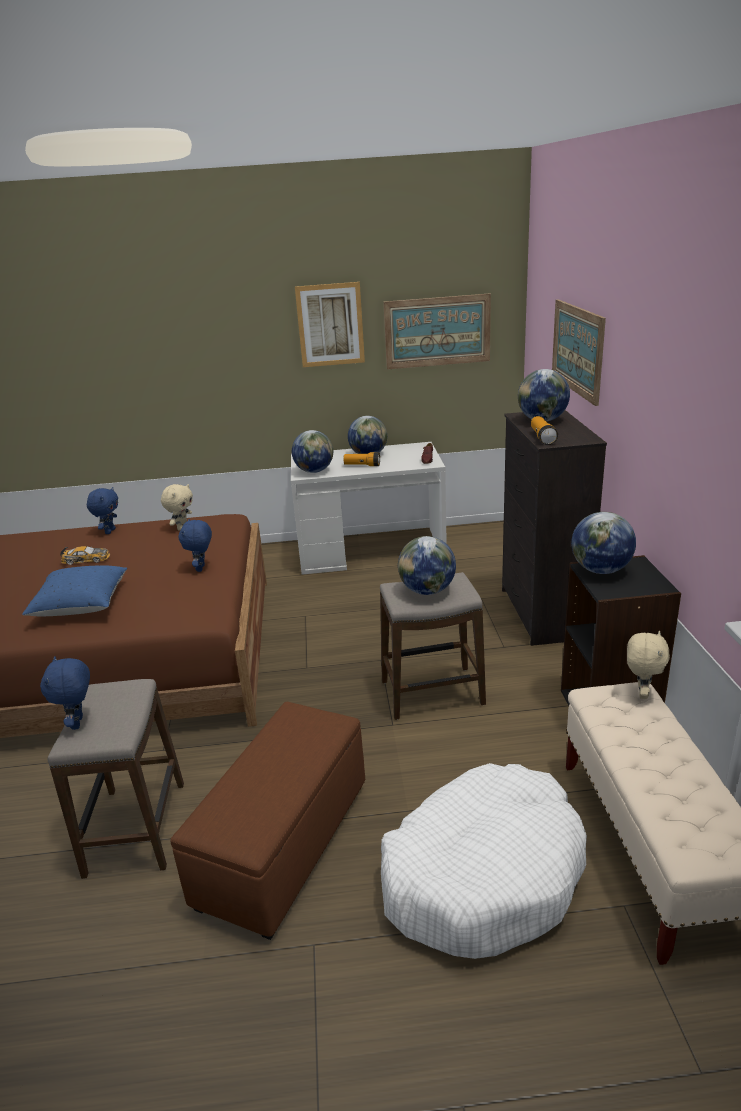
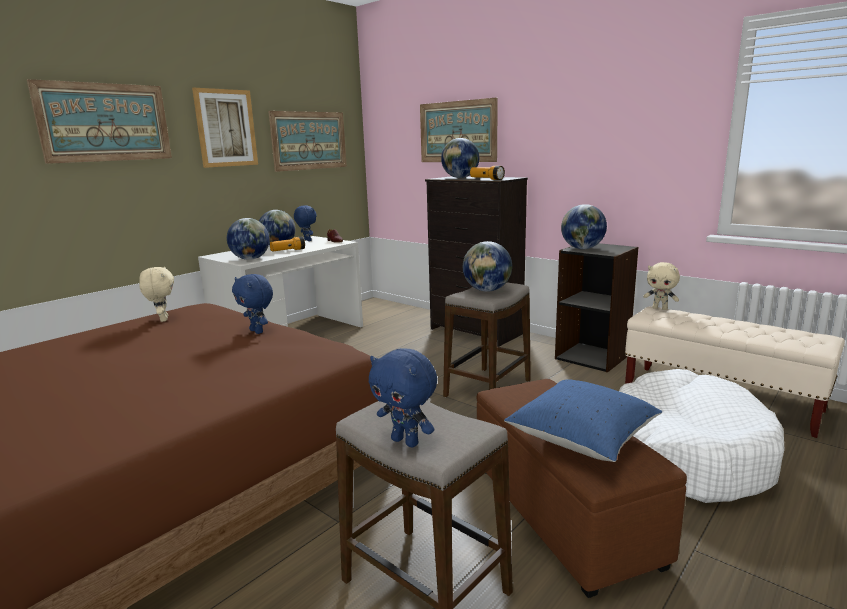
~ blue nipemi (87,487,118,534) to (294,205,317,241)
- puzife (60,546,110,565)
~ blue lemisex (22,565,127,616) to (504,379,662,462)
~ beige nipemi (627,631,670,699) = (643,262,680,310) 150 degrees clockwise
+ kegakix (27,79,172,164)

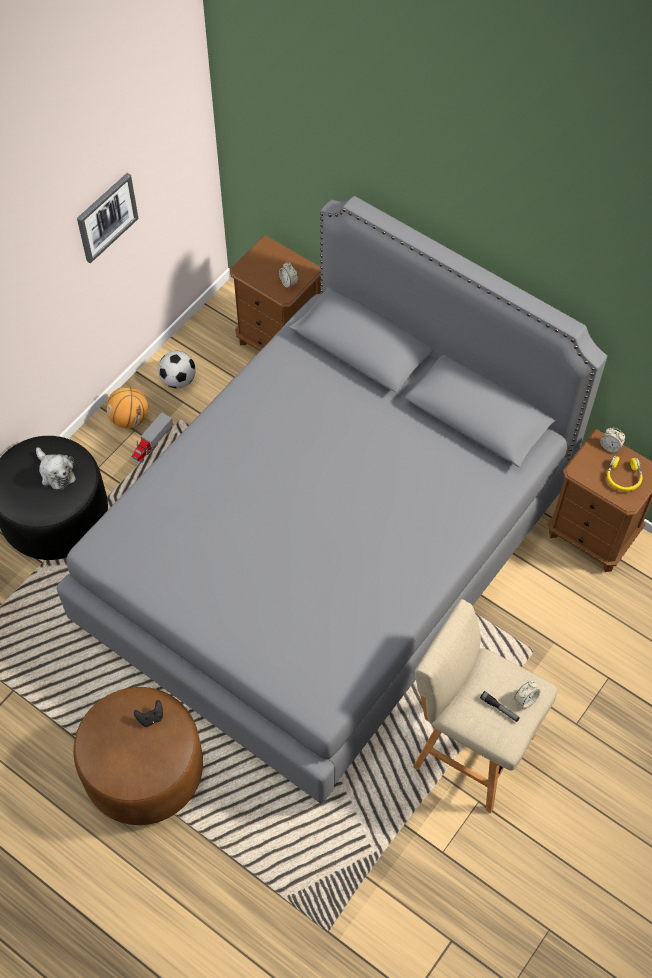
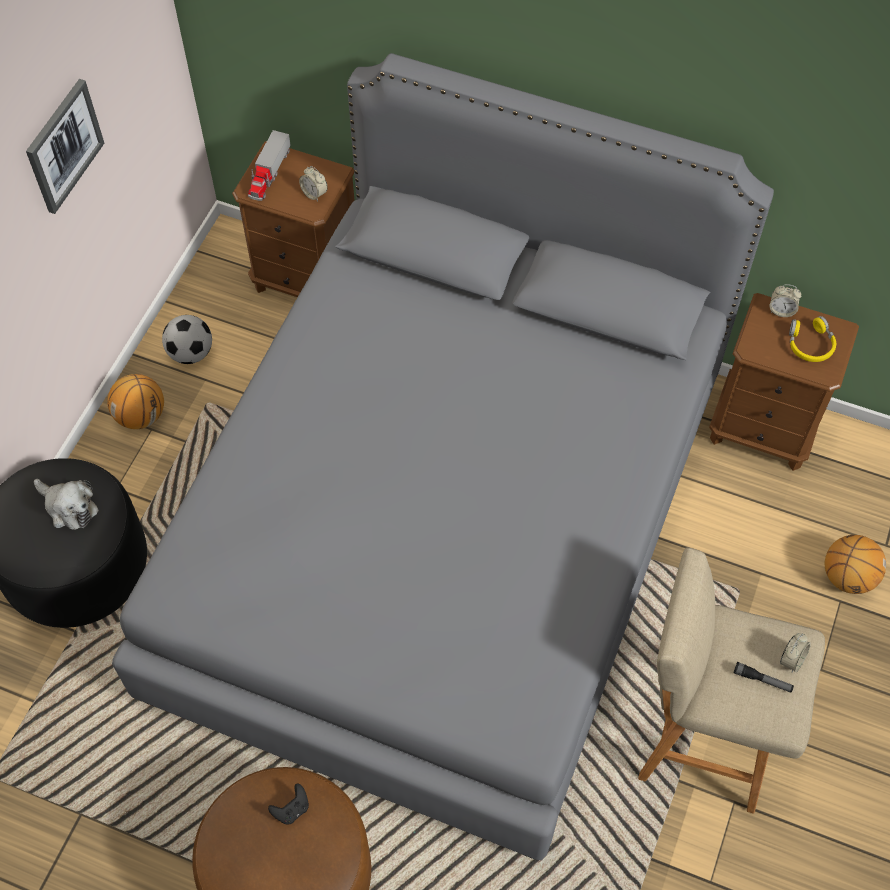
~ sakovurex (131,413,173,464) to (248,130,291,201)
+ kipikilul (825,535,886,594)

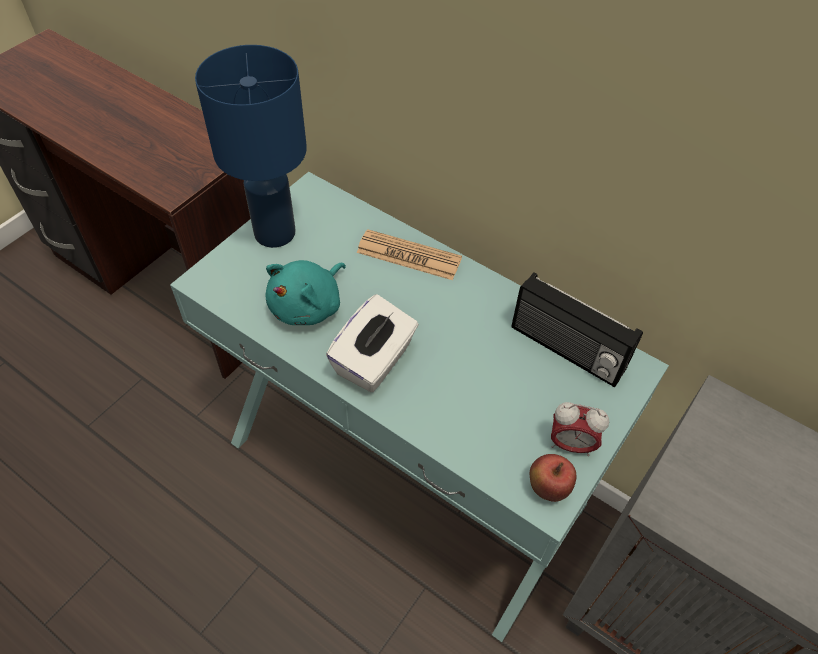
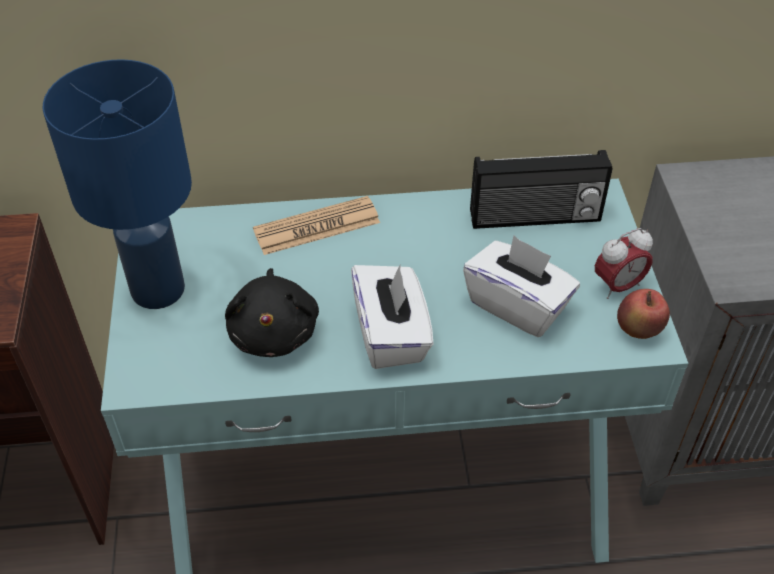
~ turquoise nipemi (266,260,346,325) to black nipemi (225,268,319,357)
+ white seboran (463,236,580,337)

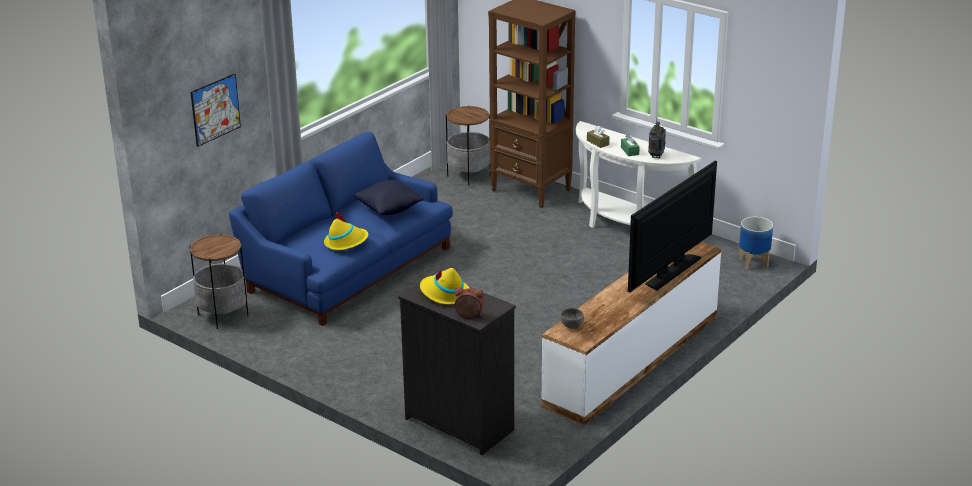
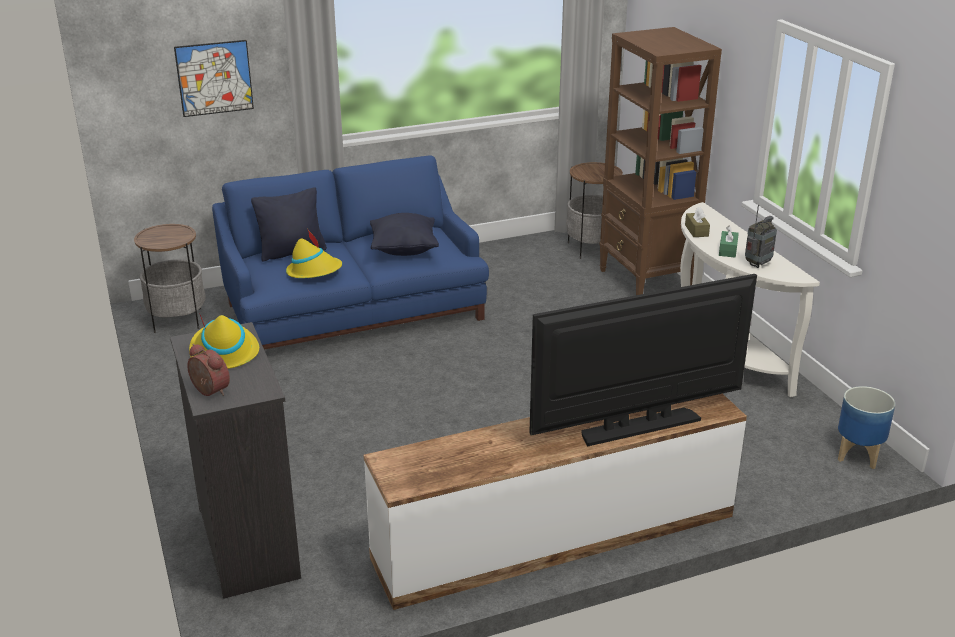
- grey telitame (561,308,584,329)
+ black lemisex (251,187,327,262)

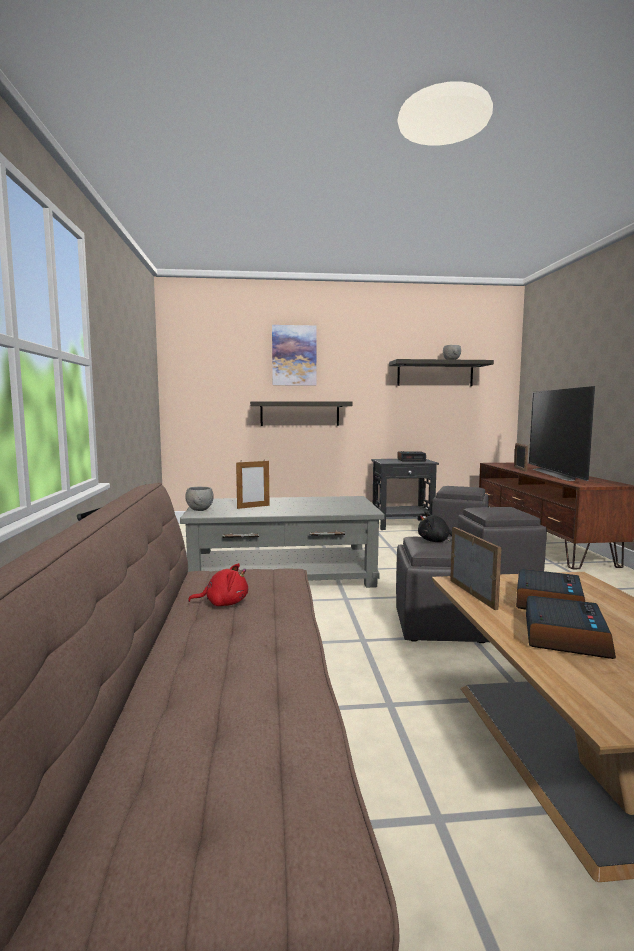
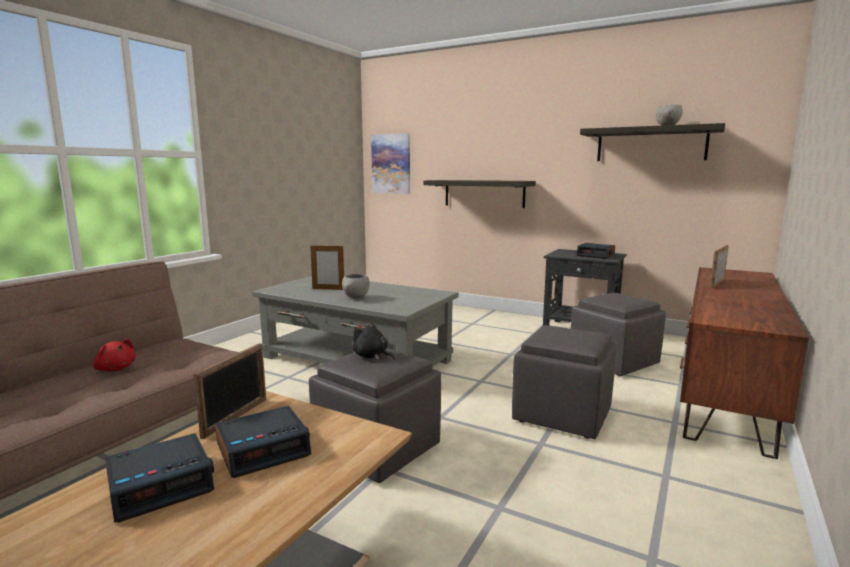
~ kegakix (272,325,317,386) to (371,133,410,194)
- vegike (529,386,595,481)
~ grey telitame (185,487,213,511) to (342,274,370,299)

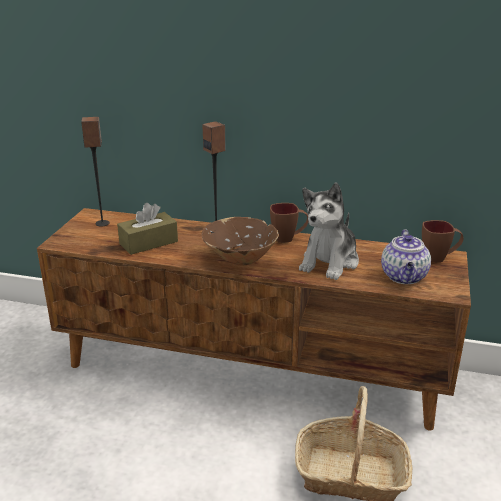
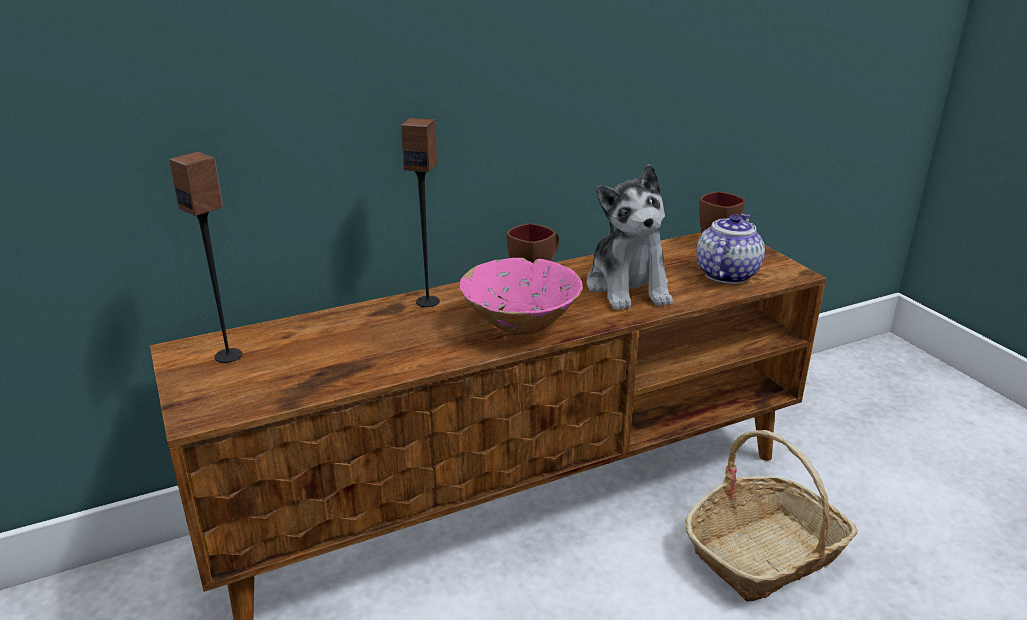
- brown seboran (117,203,178,255)
~ brown telitame (202,217,279,266) to pink telitame (460,258,583,335)
~ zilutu (381,229,431,284) = (696,213,765,284) 120 degrees counterclockwise

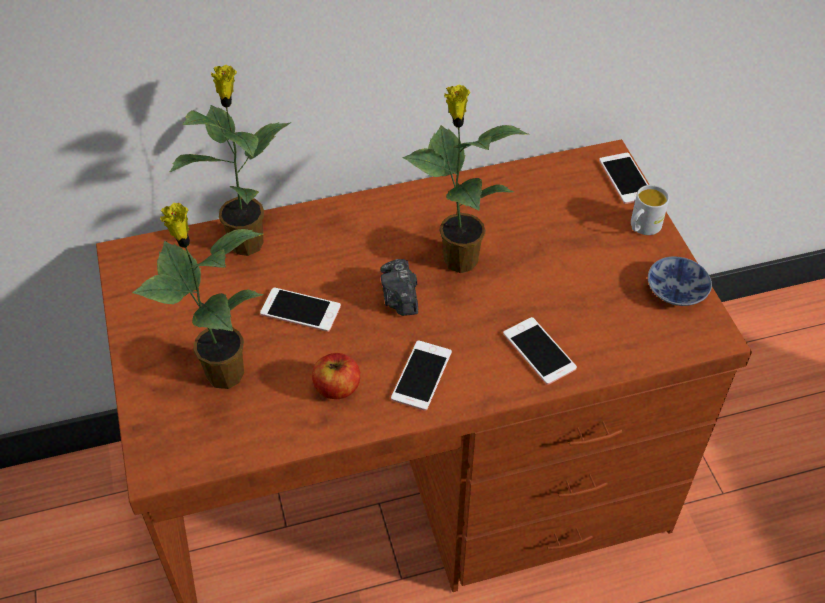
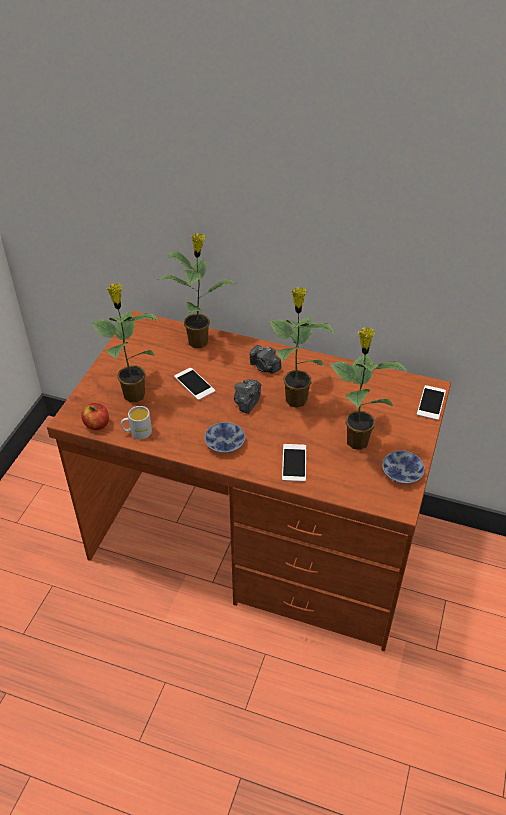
~ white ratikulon (631,185,669,235) to (121,406,152,439)
~ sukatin (391,341,452,411) to telitame (205,422,245,453)
~ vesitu (312,353,360,399) to (81,403,109,430)
+ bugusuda (329,328,409,450)
+ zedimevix (249,345,281,373)

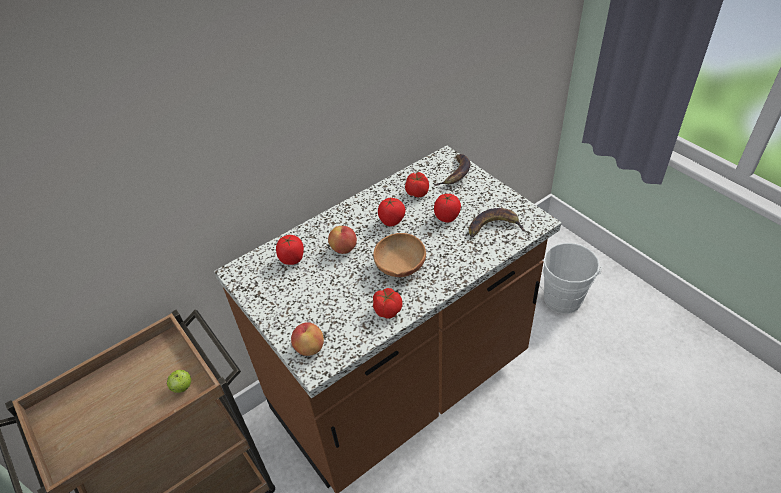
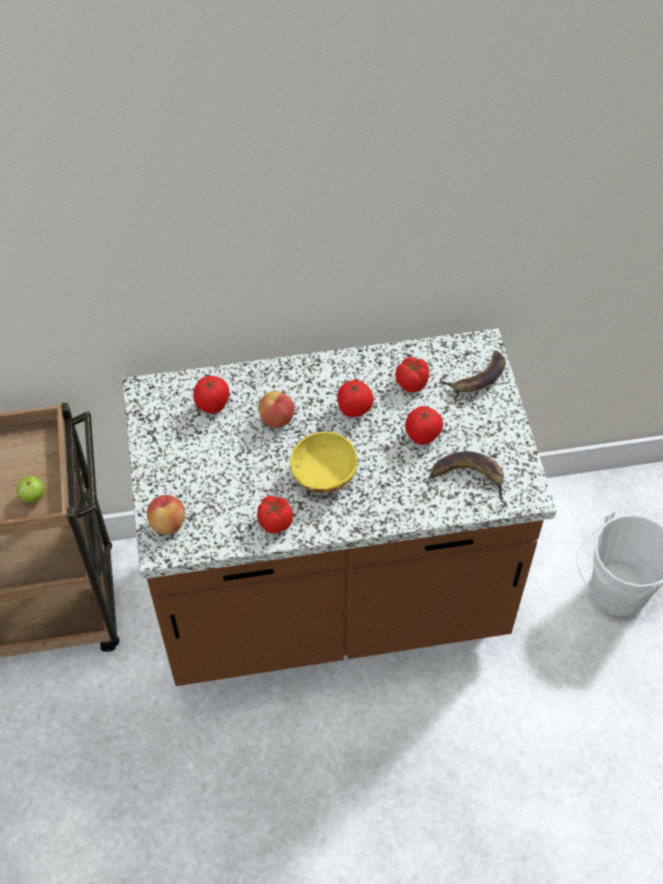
~ brown telitame (373,233,426,277) to yellow telitame (290,432,358,493)

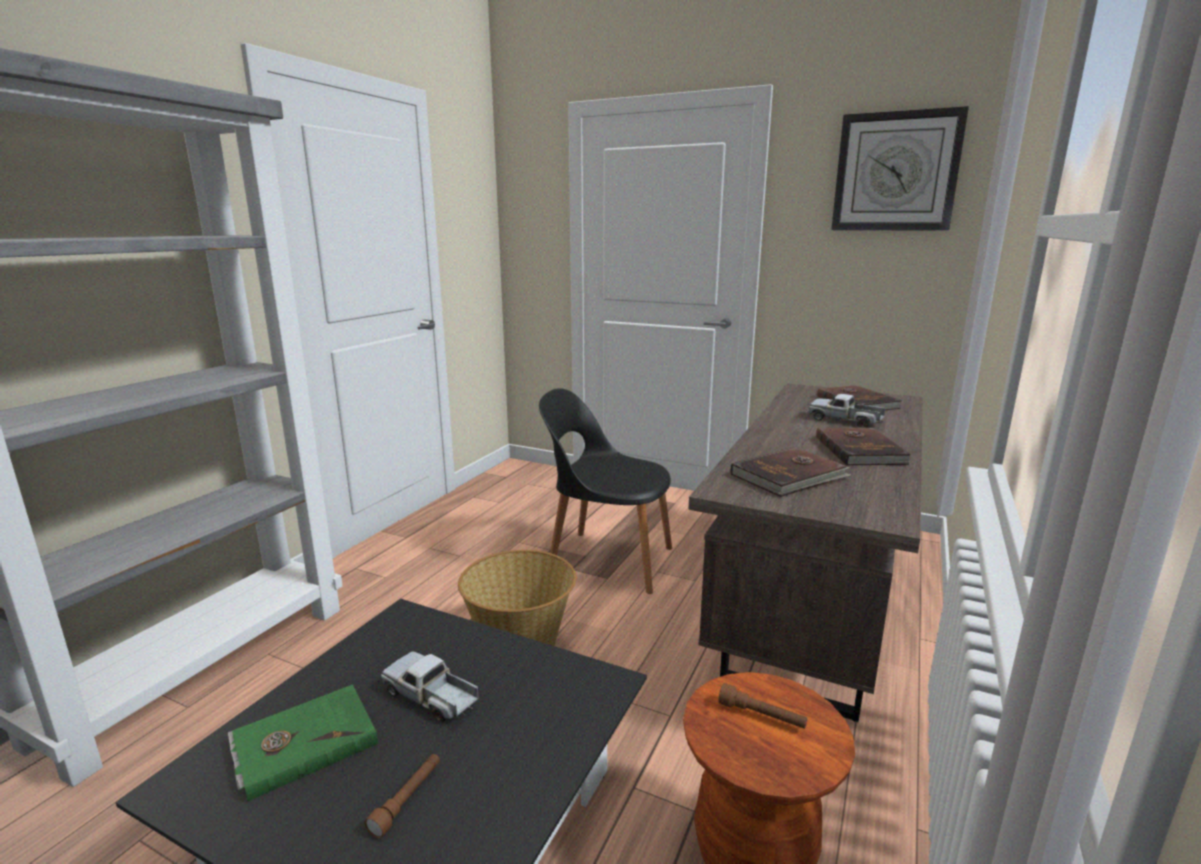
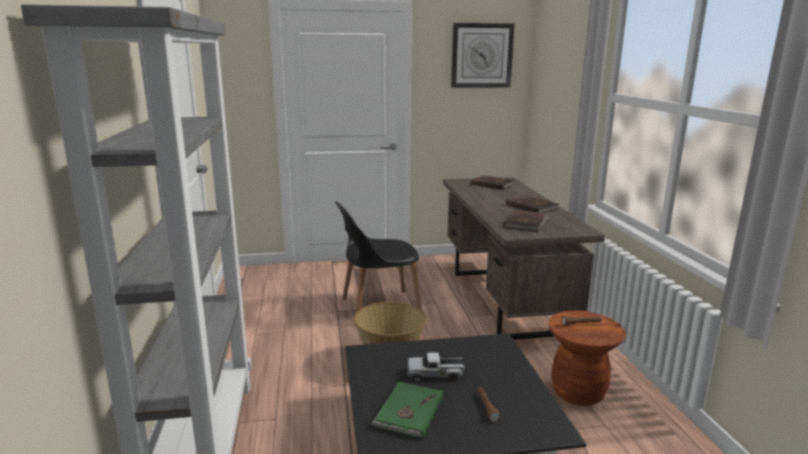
- sakovurex (808,394,885,427)

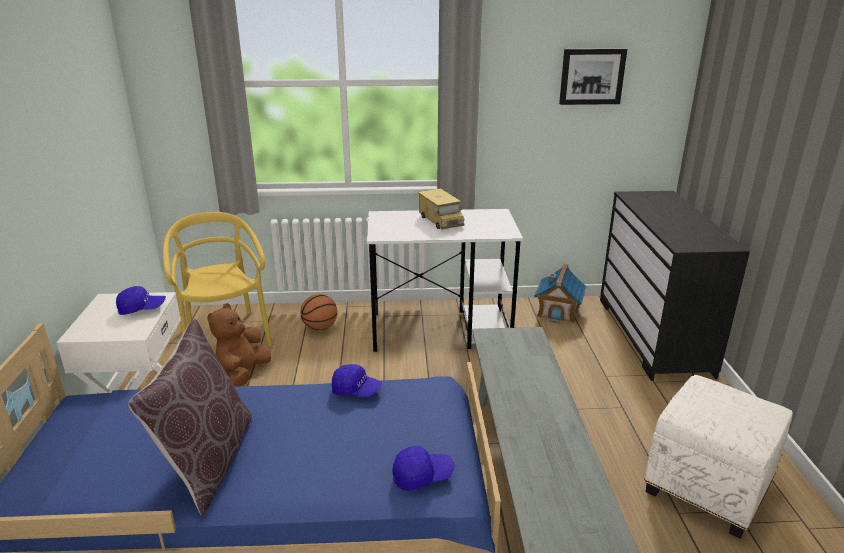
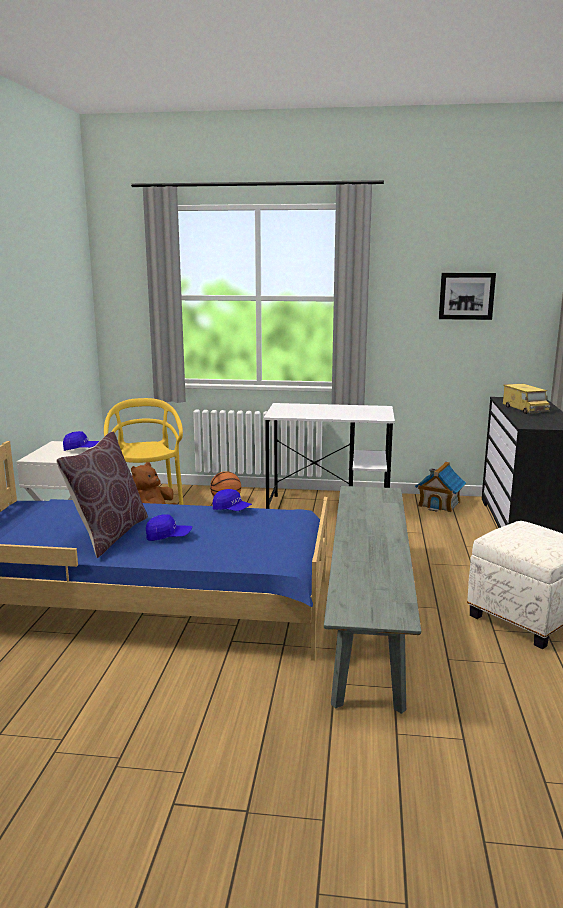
~ sakovurex (418,188,465,230) to (503,384,551,414)
~ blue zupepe (392,446,455,491) to (146,514,192,541)

